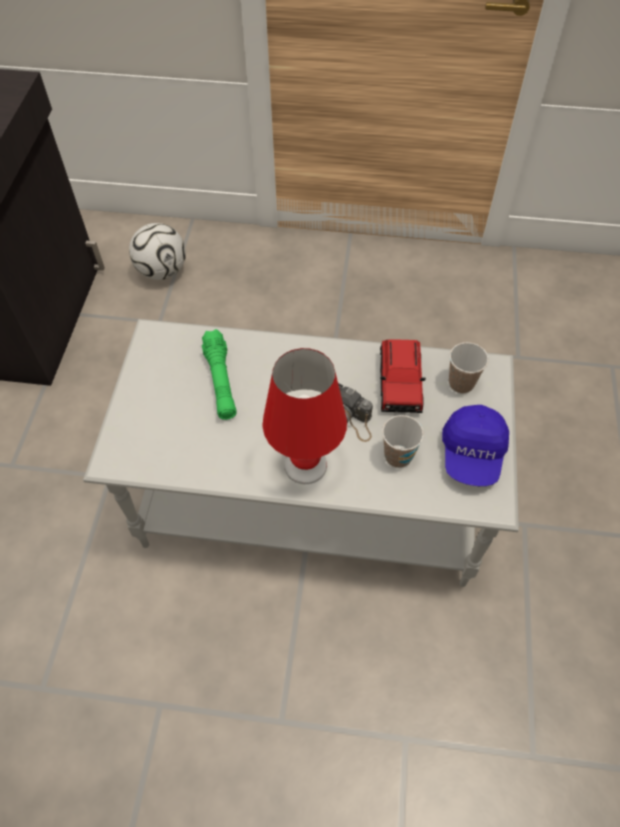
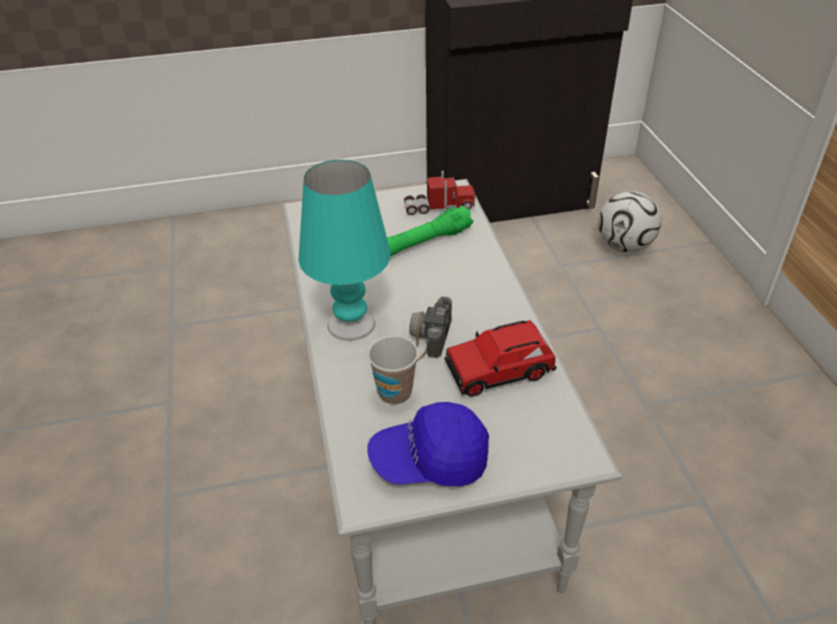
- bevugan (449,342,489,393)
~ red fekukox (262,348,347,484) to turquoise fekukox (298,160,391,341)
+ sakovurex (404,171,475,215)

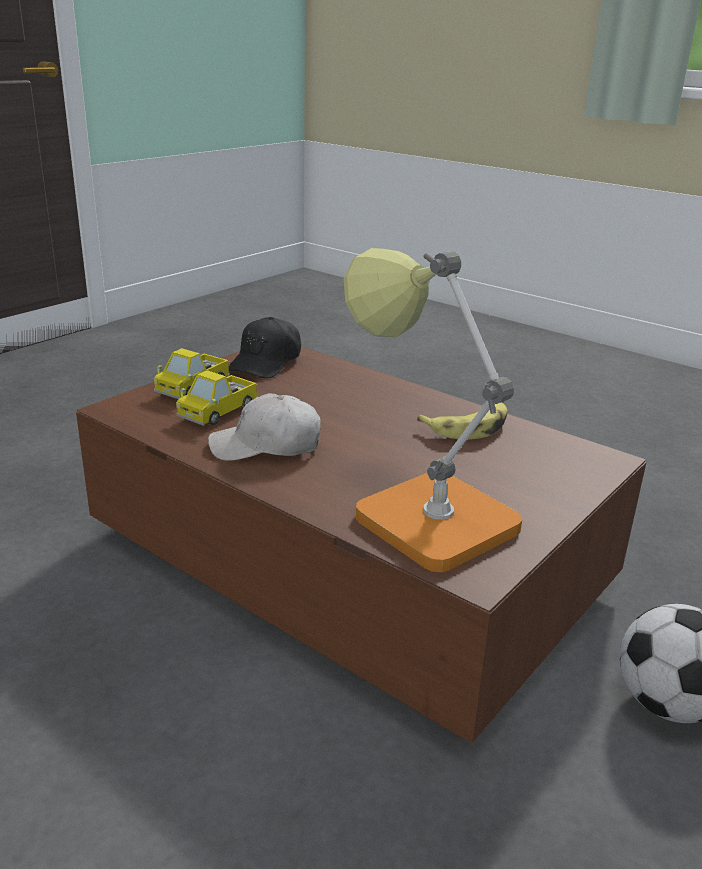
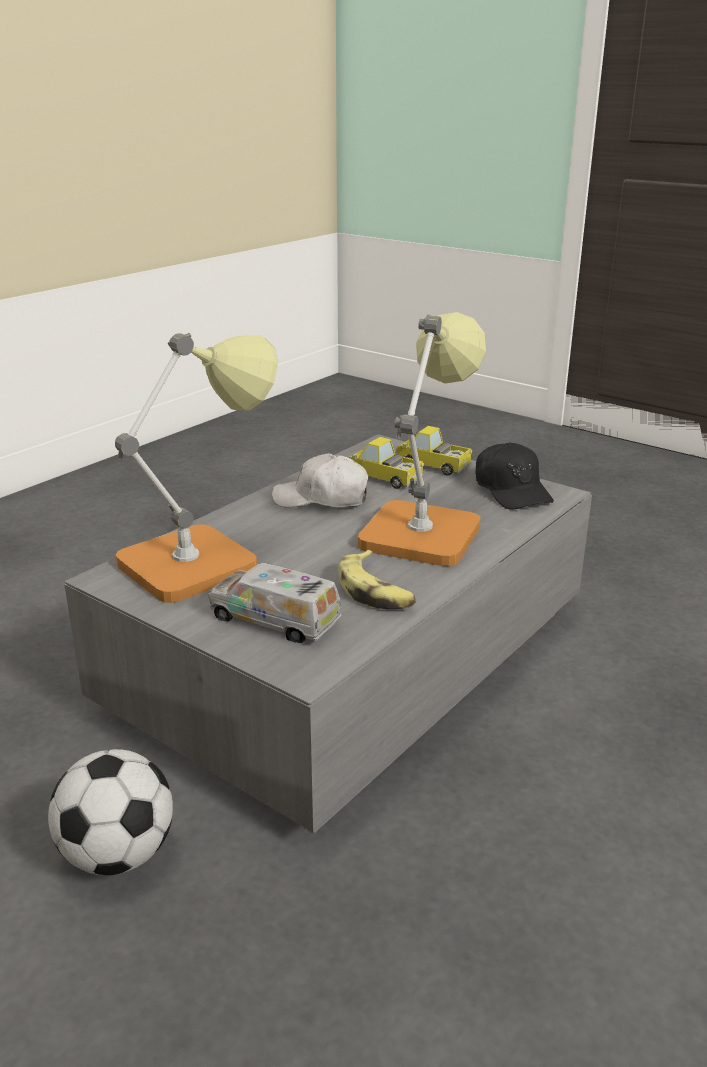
~ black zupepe (229,317,301,378) = (475,442,554,510) 135 degrees counterclockwise
~ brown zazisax (76,346,646,743) to grey zazisax (64,434,592,833)
~ white zupepe (208,393,321,461) = (272,453,368,508) 75 degrees counterclockwise
+ fekukox (358,312,486,566)
+ sakovurex (208,563,342,643)

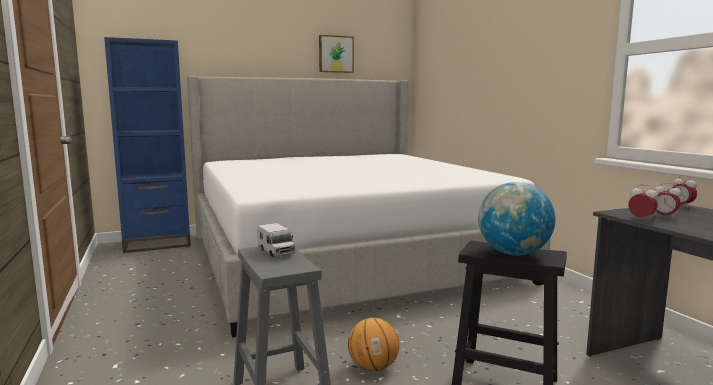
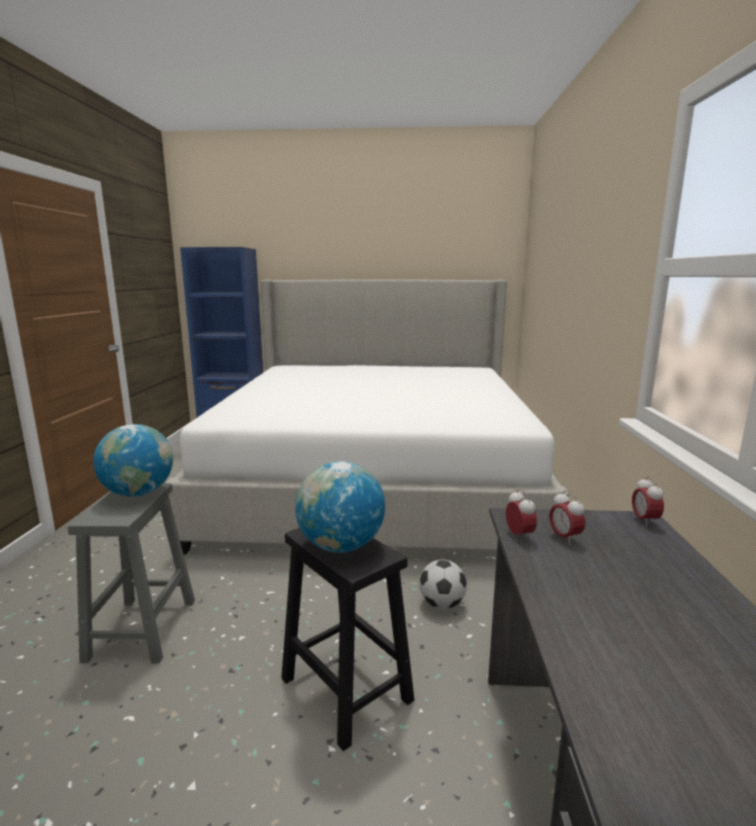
- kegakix (319,35,354,73)
~ sakovurex (258,223,296,257) to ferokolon (93,424,173,497)
- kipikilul (348,318,399,372)
+ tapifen (419,560,467,609)

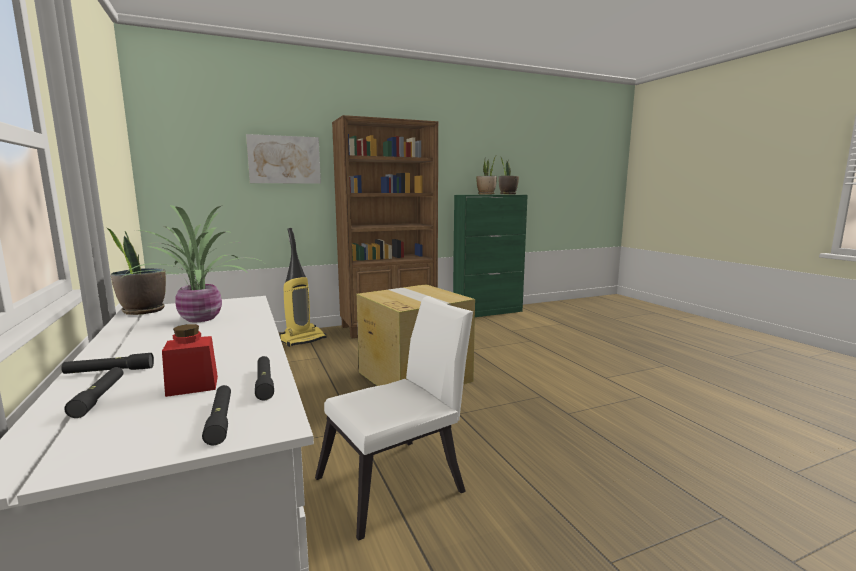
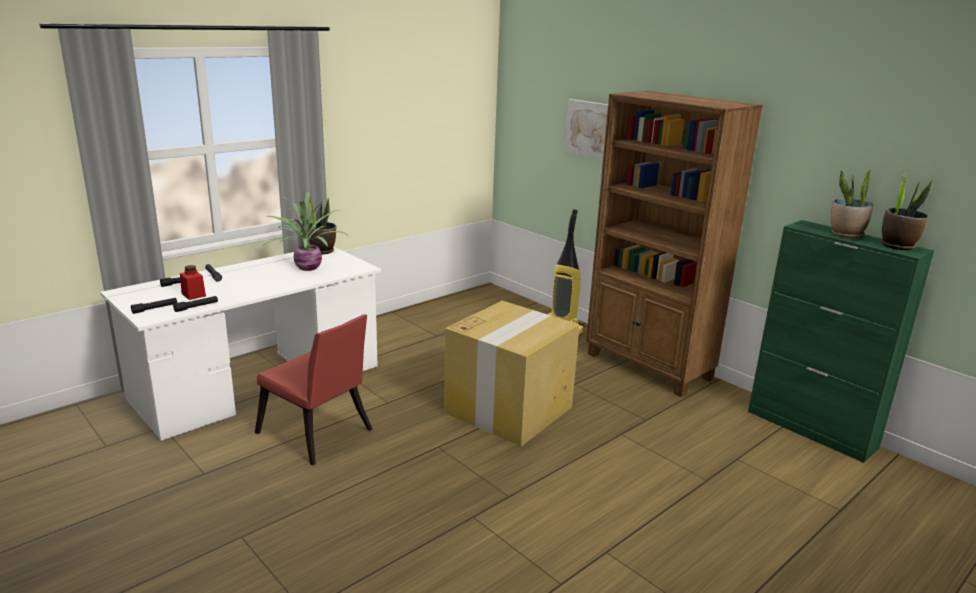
~ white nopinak (315,296,473,541) to red nopinak (255,314,372,465)

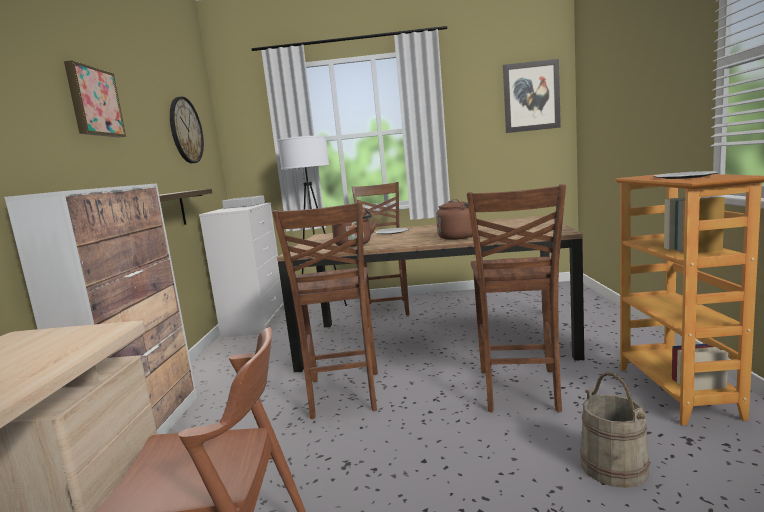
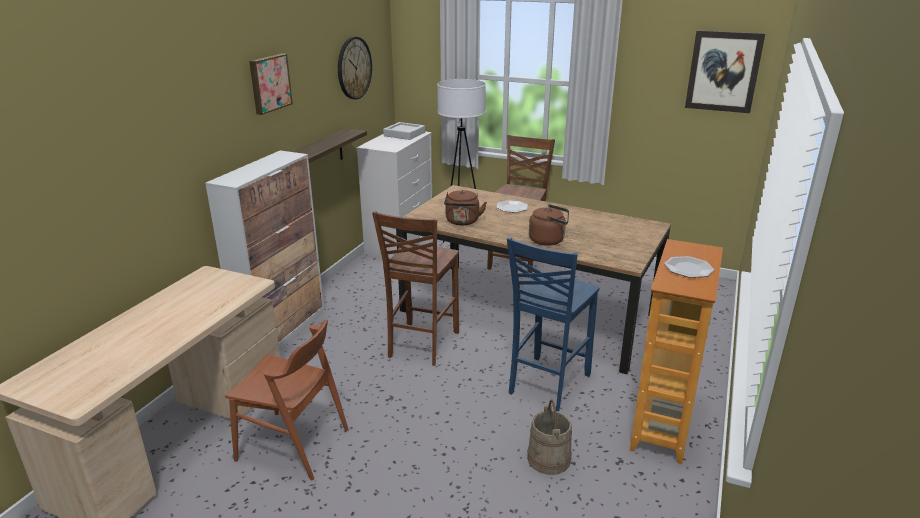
~ brown nopinak (467,184,566,412) to blue nopinak (507,237,600,411)

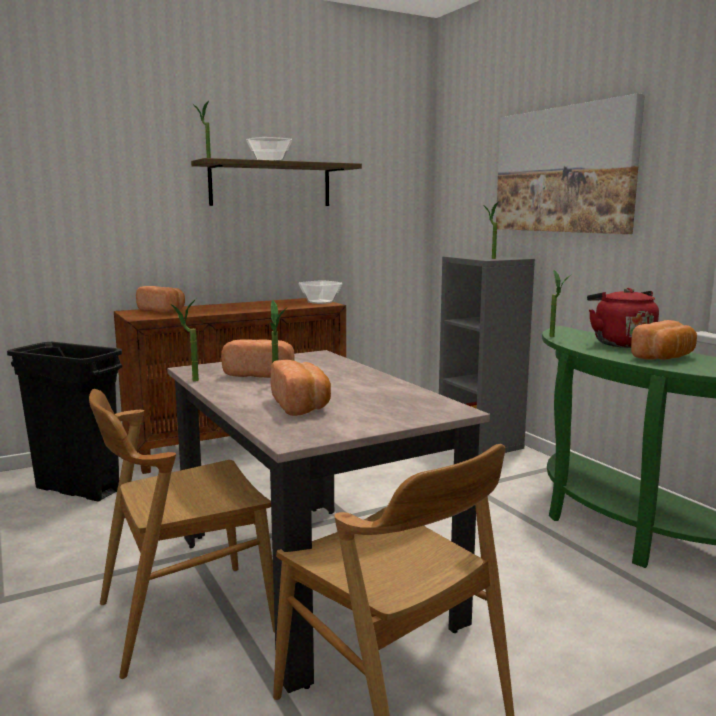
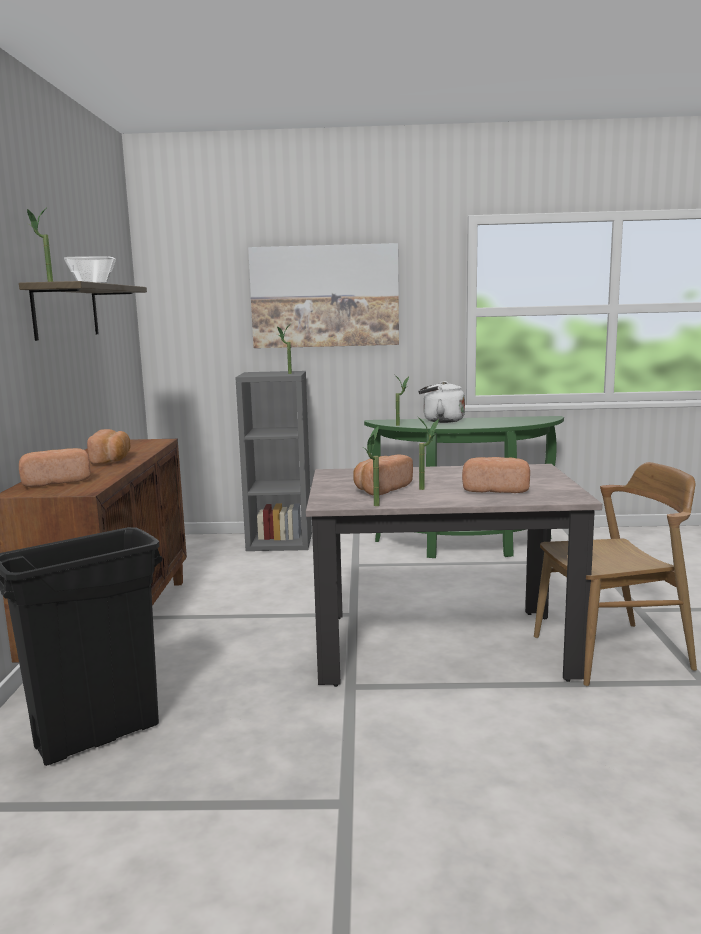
- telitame (299,280,342,304)
~ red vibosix (587,288,659,348) to white vibosix (418,381,465,423)
~ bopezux (631,320,697,360) to (87,429,130,465)
- brown nopinak (89,389,275,679)

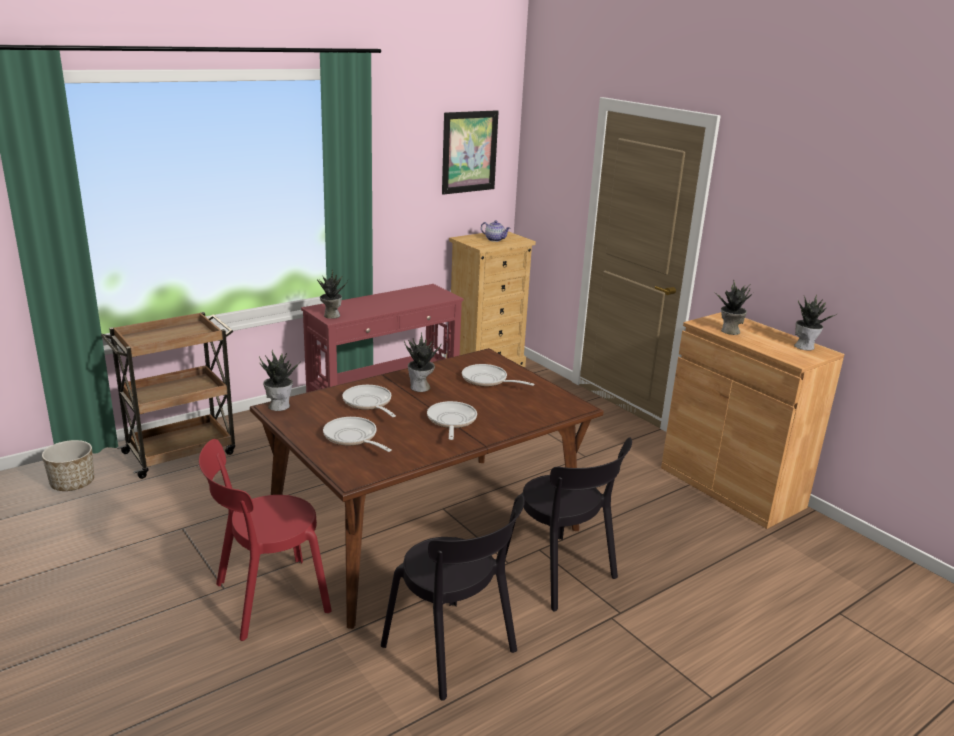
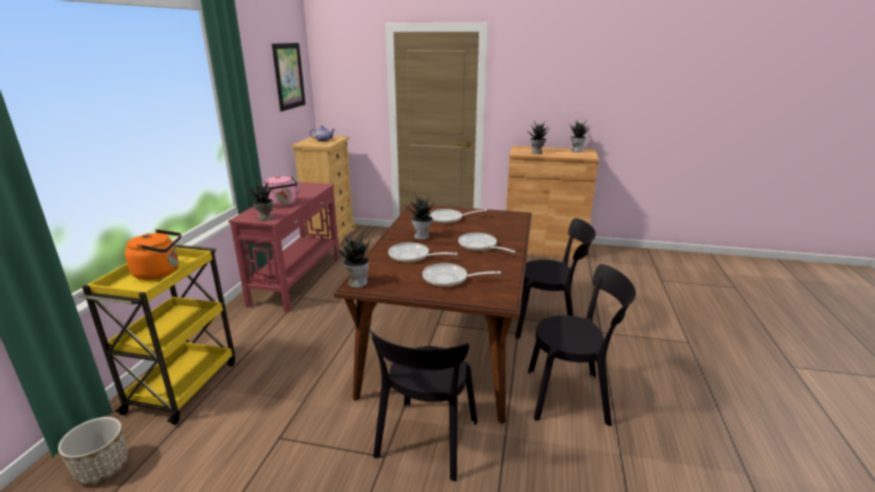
~ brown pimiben (101,312,235,479) to yellow pimiben (78,245,235,424)
~ red nopinak (199,439,332,641) to black nopinak (365,323,477,481)
+ pink vibosix (263,175,301,207)
+ orange vibosix (125,229,181,280)

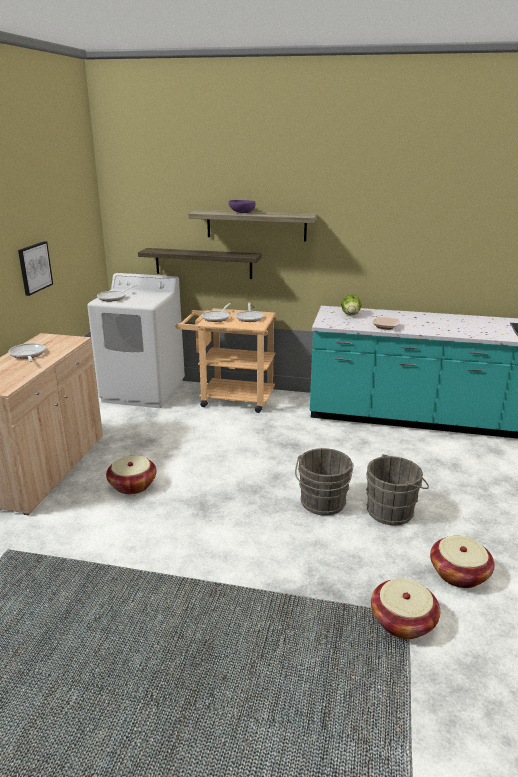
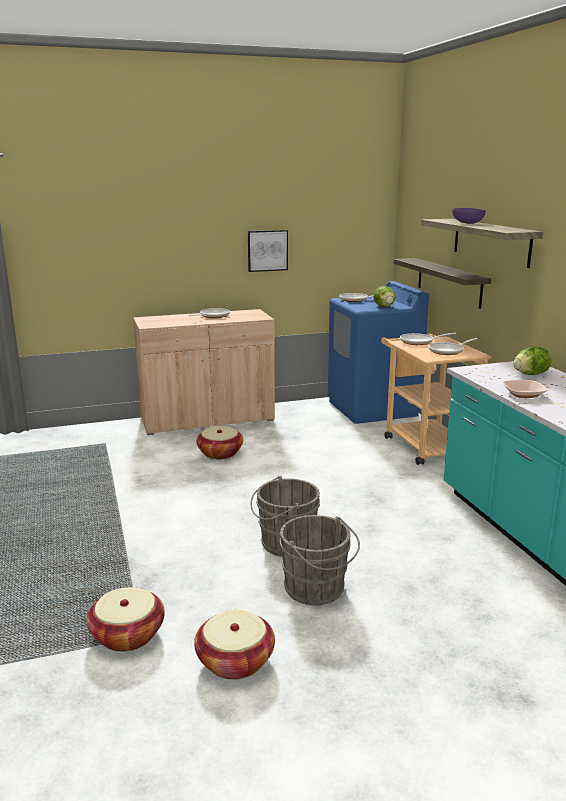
~ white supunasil (87,273,185,408) to blue supunasil (327,281,429,424)
+ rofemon (373,286,396,307)

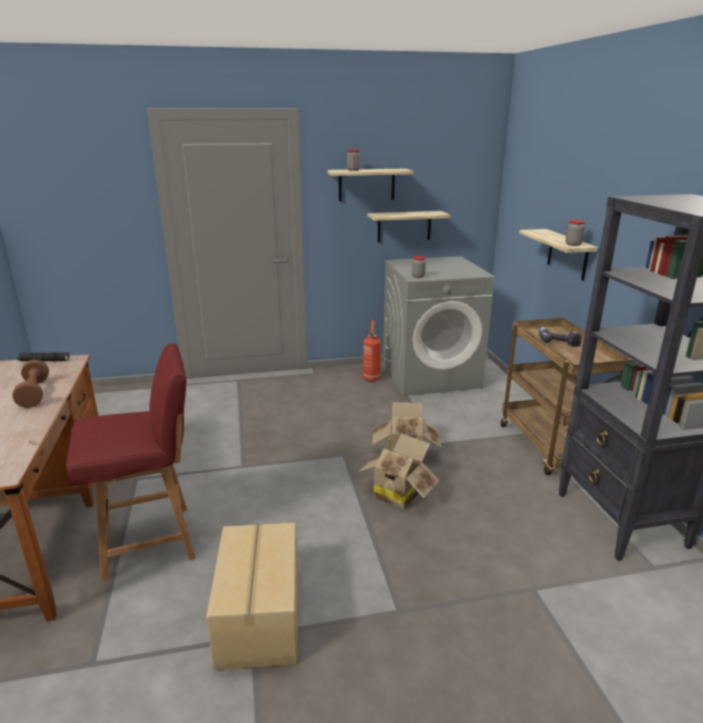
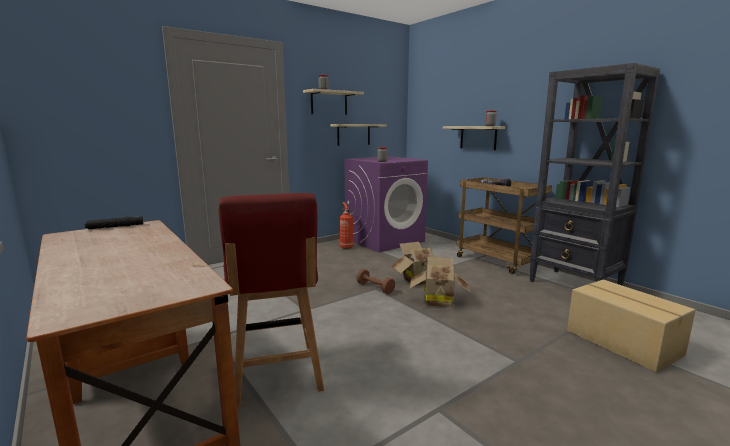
~ grey supunasil (383,256,495,396) to purple supunasil (343,156,428,252)
~ red nopinak (66,343,196,582) = (219,193,324,406) 120 degrees clockwise
~ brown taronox (12,360,49,408) to (357,269,395,294)
~ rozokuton (206,522,298,670) to (567,280,696,372)

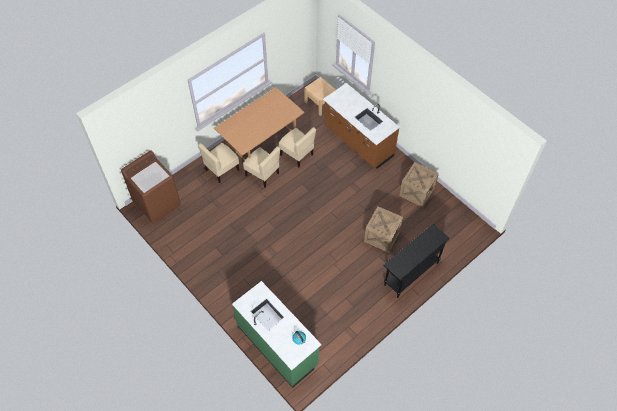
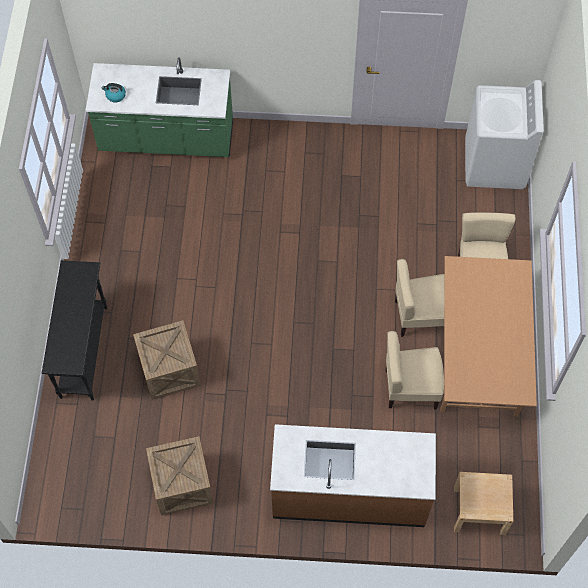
~ brown supunasil (121,150,181,224) to white supunasil (465,80,544,189)

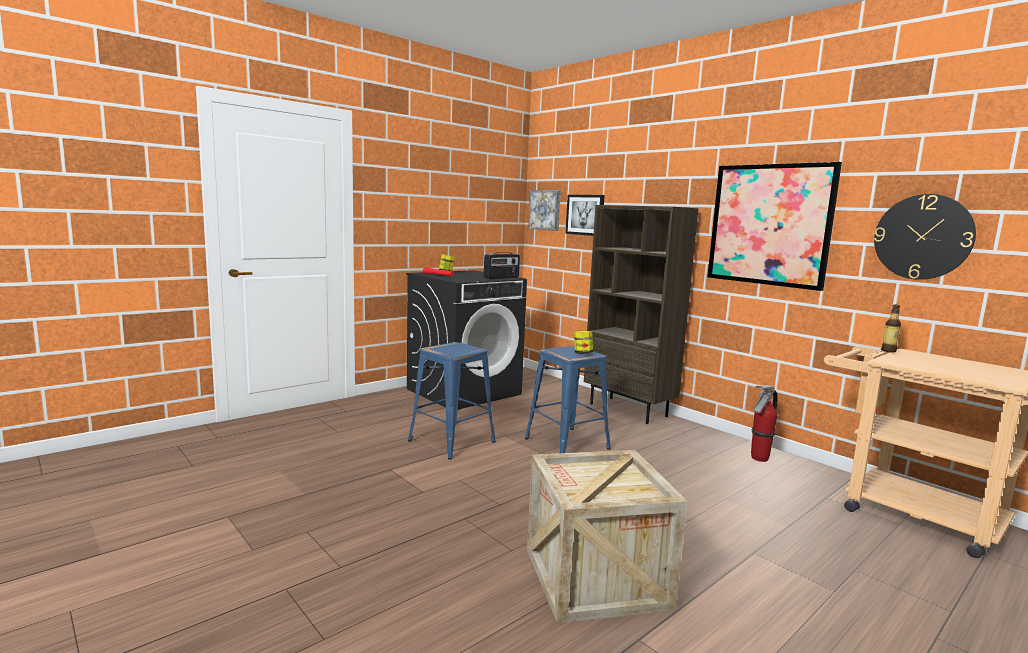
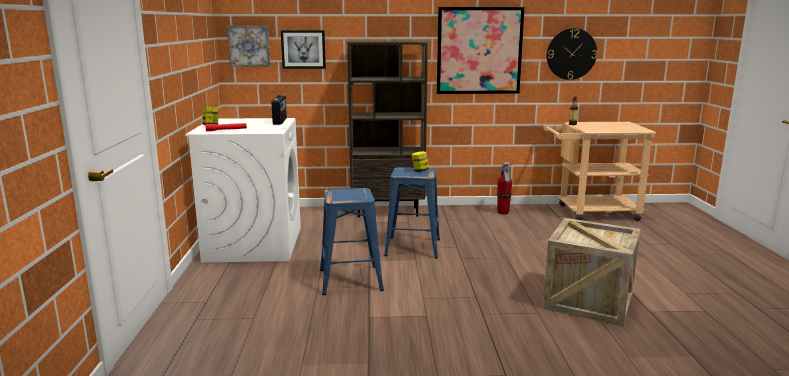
~ black supunasil (406,270,527,409) to white supunasil (185,118,301,263)

